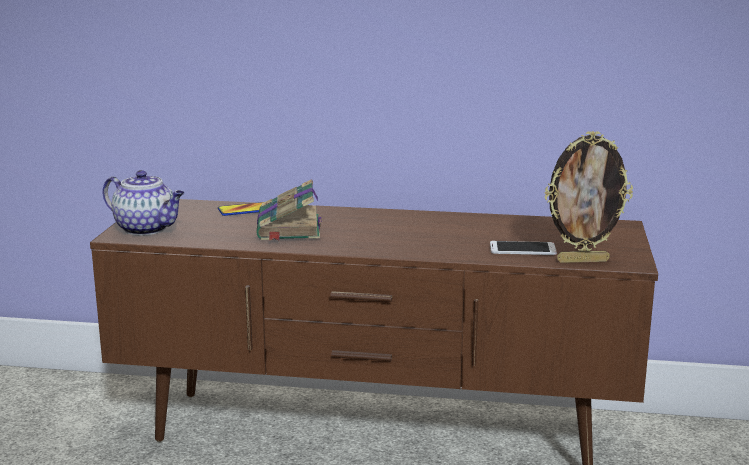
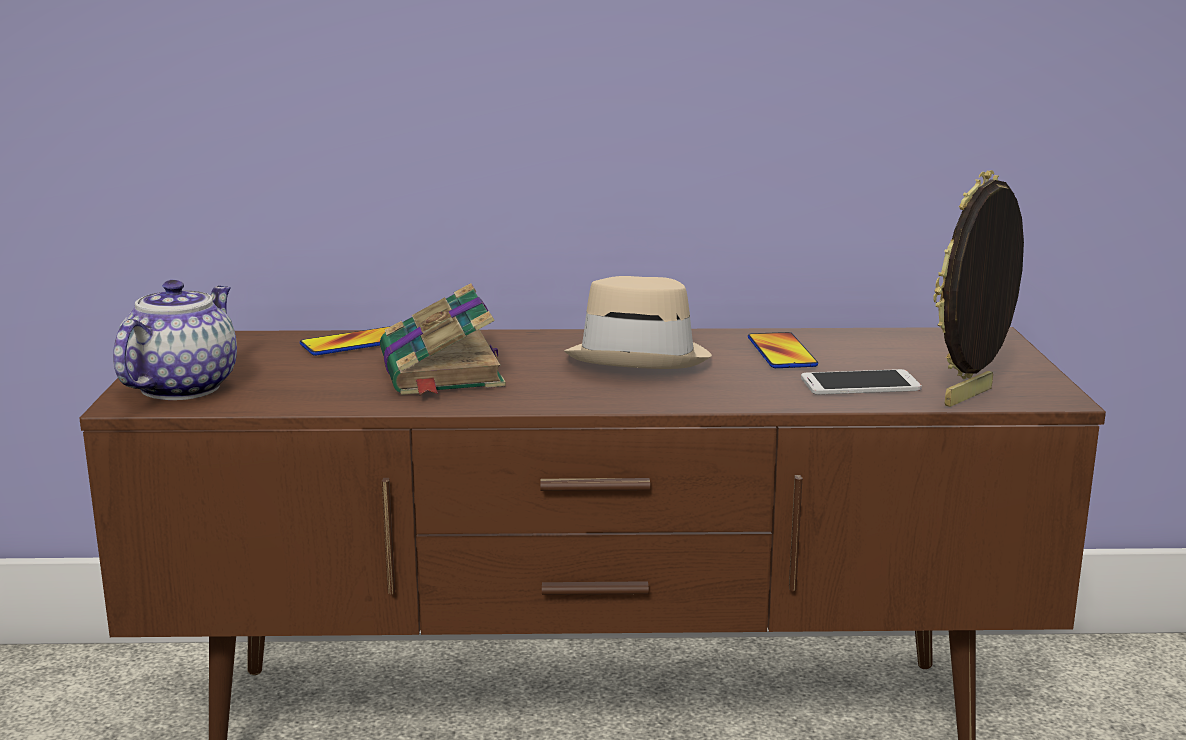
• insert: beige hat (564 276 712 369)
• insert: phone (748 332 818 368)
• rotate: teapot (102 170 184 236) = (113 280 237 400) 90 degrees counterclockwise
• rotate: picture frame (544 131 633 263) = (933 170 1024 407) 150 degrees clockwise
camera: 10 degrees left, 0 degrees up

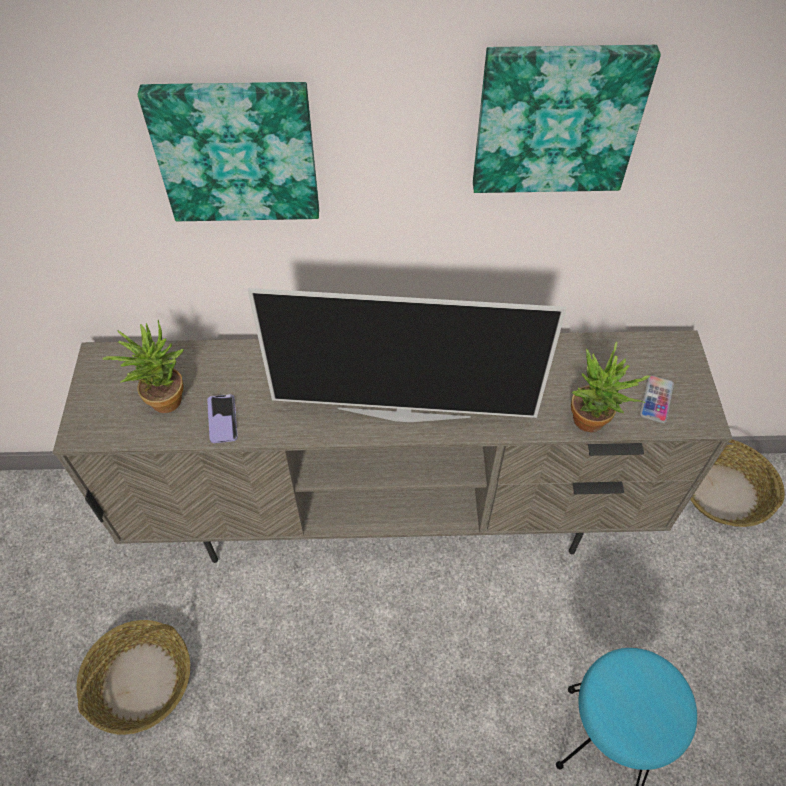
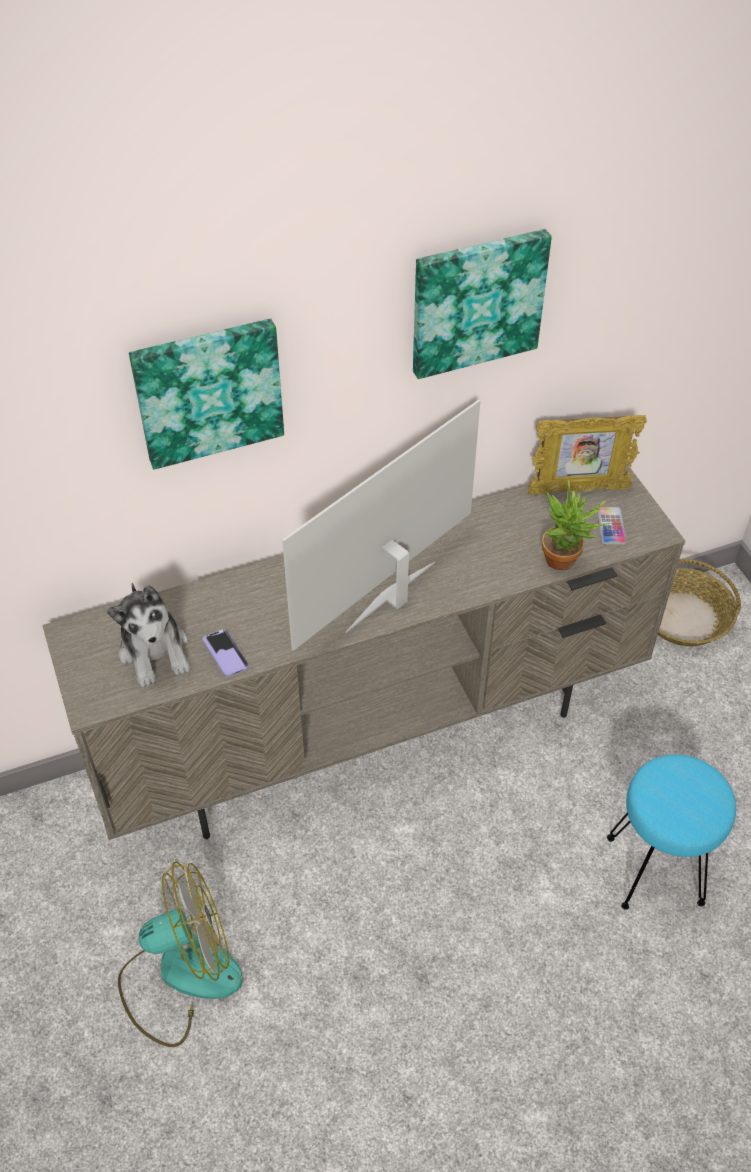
• insert: picture frame (528 415 647 495)
• replace: basket (76 620 190 735) to fan (118 861 243 1047)
• replace: potted plant (102 320 184 413) to plush toy (107 583 190 687)
• rotate: television (248 288 566 422) = (282 399 480 651) 150 degrees clockwise
camera: 20 degrees left, 5 degrees down

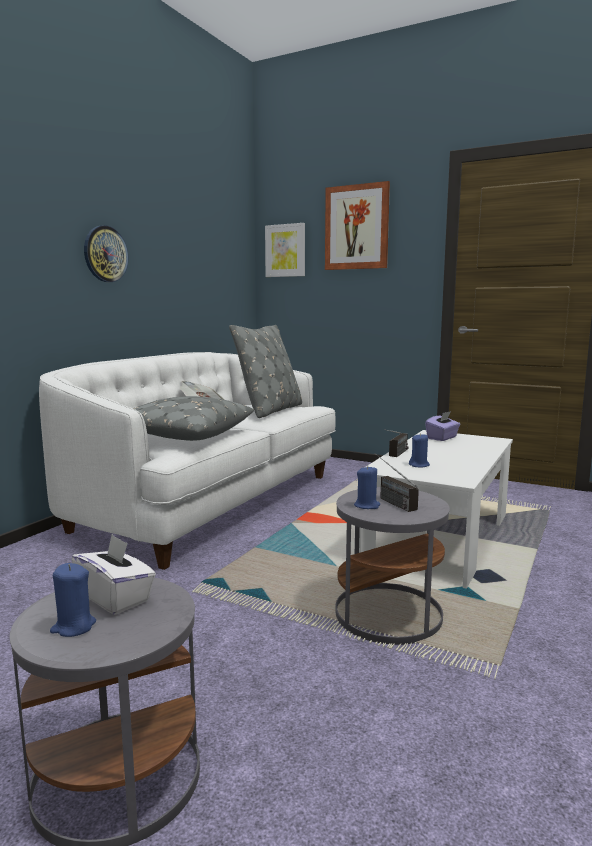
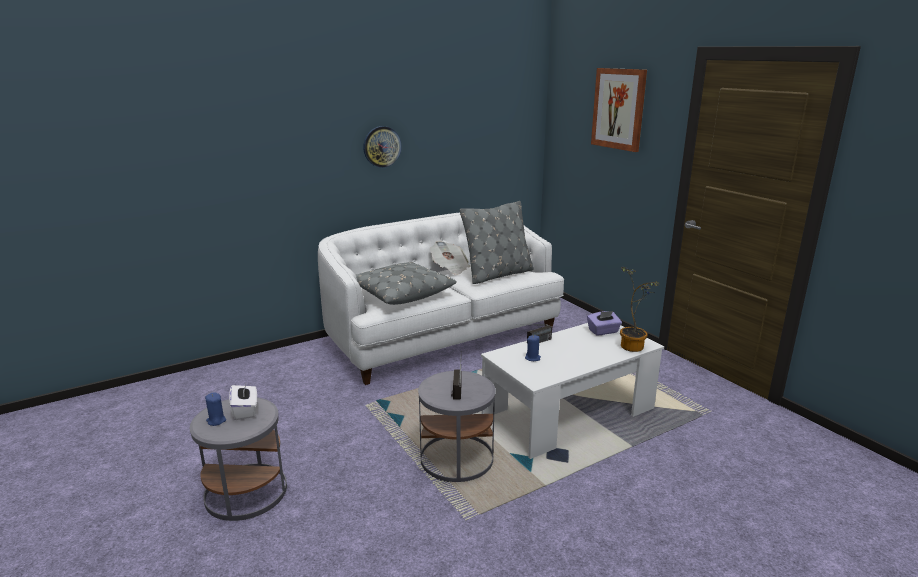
• delete: picture (265 223 305 277)
• delete: blue candle (354 466 380 509)
• insert: potted plant (620 267 660 352)
camera: 30 degrees right, 10 degrees up

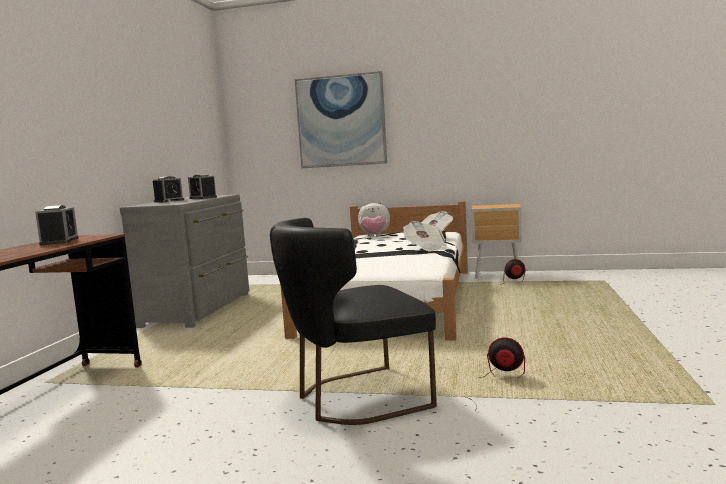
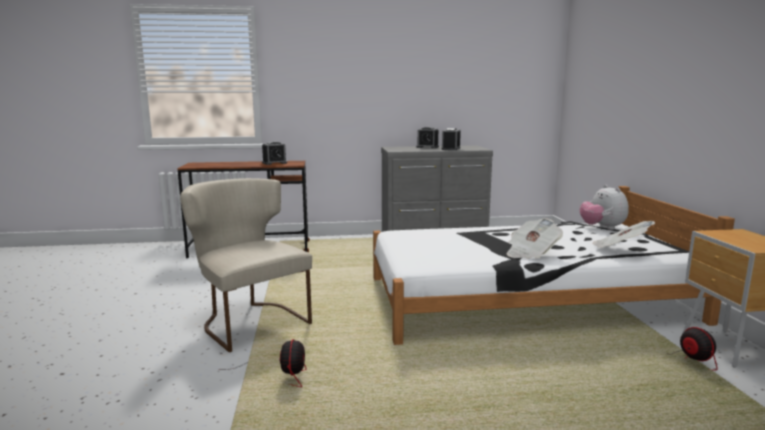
• delete: picture (295 71 387 169)
• recolor: black chair (270 218 437 425) to beige chair (180 178 312 352)
camera: 70 degrees right, 5 degrees up

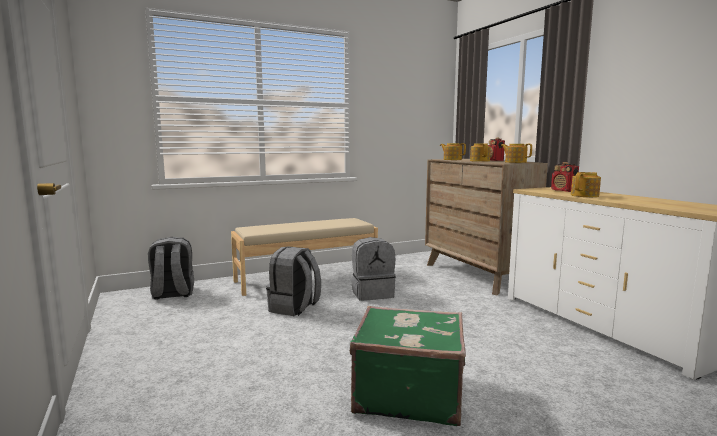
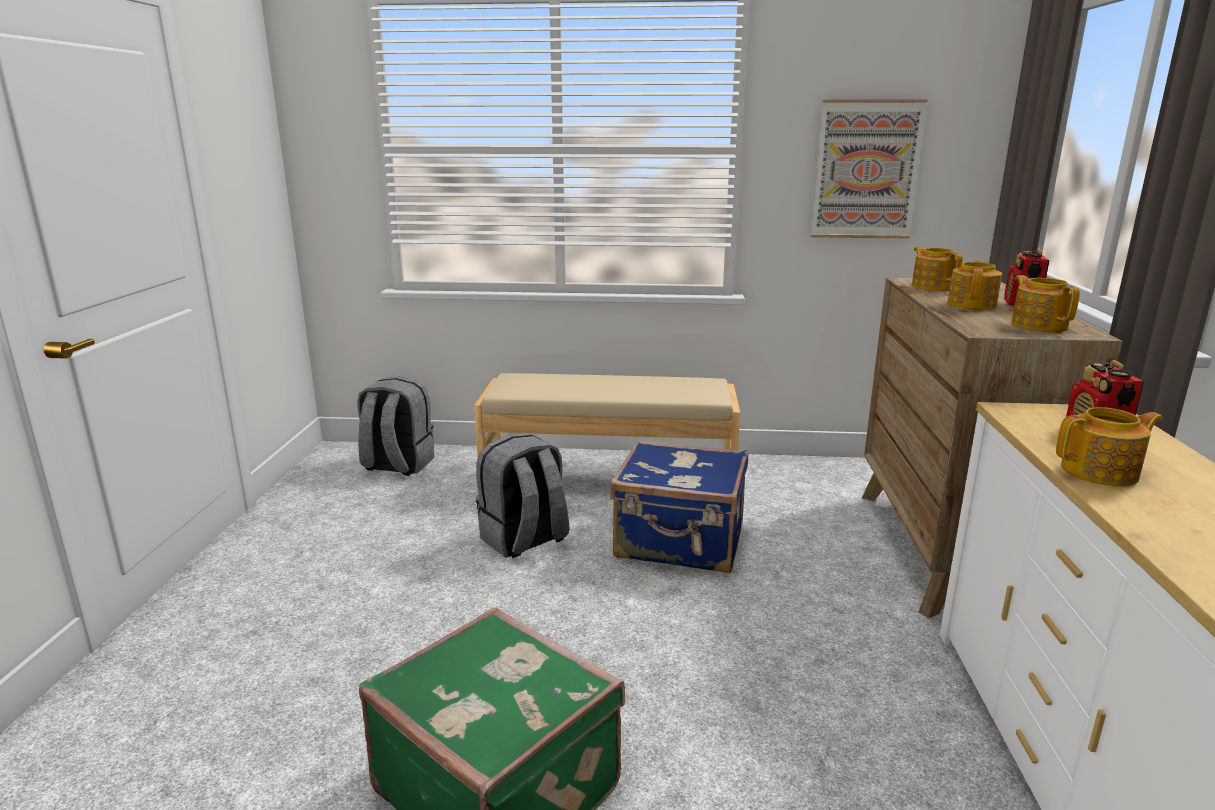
• insert: picture (811 99 928 238)
• replace: grey backpack (352 237 396 301) to blue suitcase (610 440 748 573)
camera: 30 degrees right, 10 degrees up

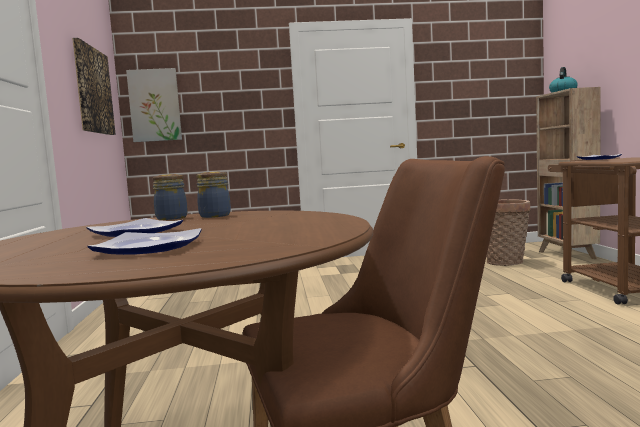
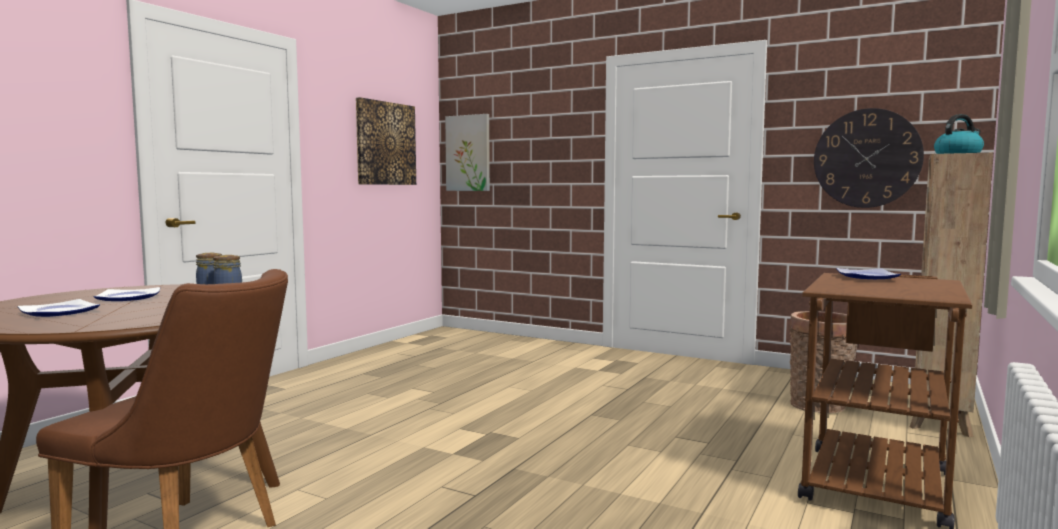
• insert: wall clock (814 108 924 208)
camera: 35 degrees right, 0 degrees up

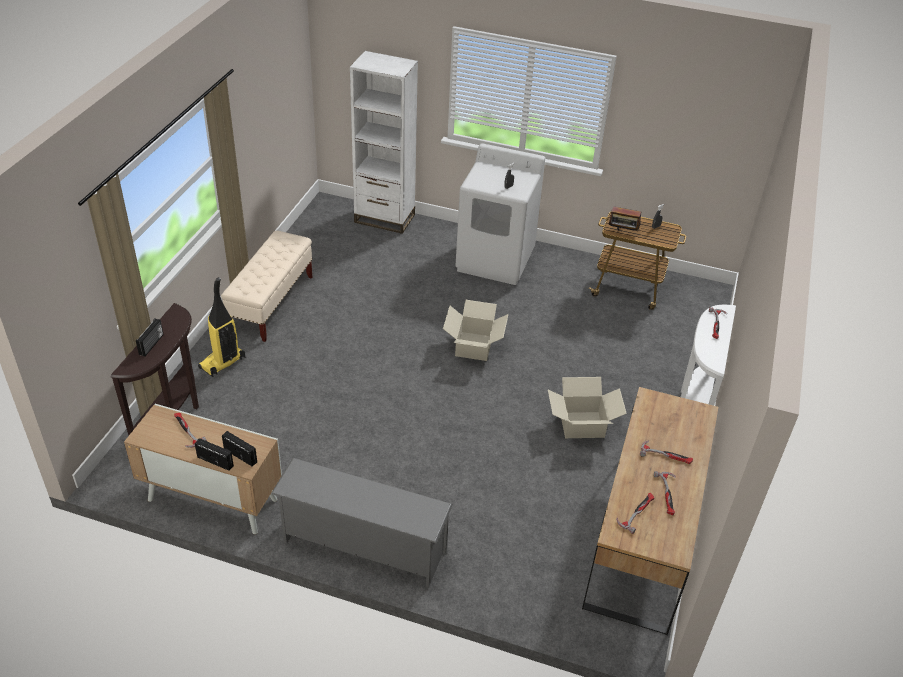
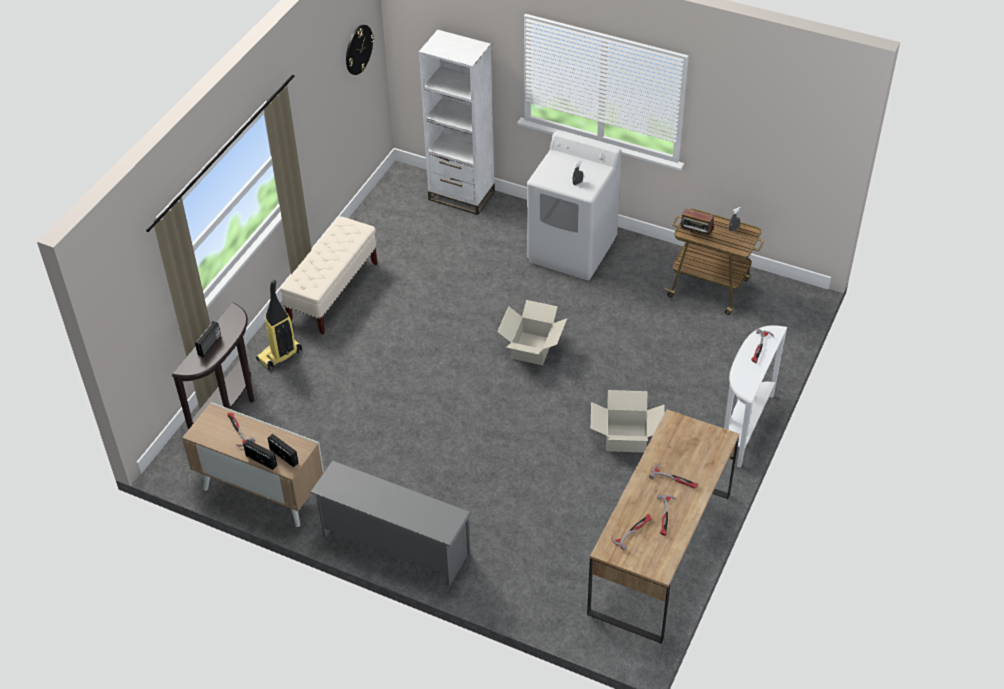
• insert: wall clock (346 25 374 75)
camera: 10 degrees right, 5 degrees up

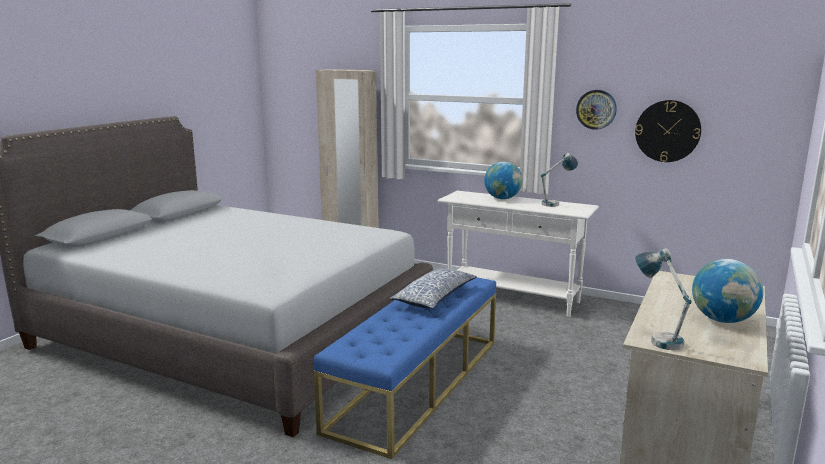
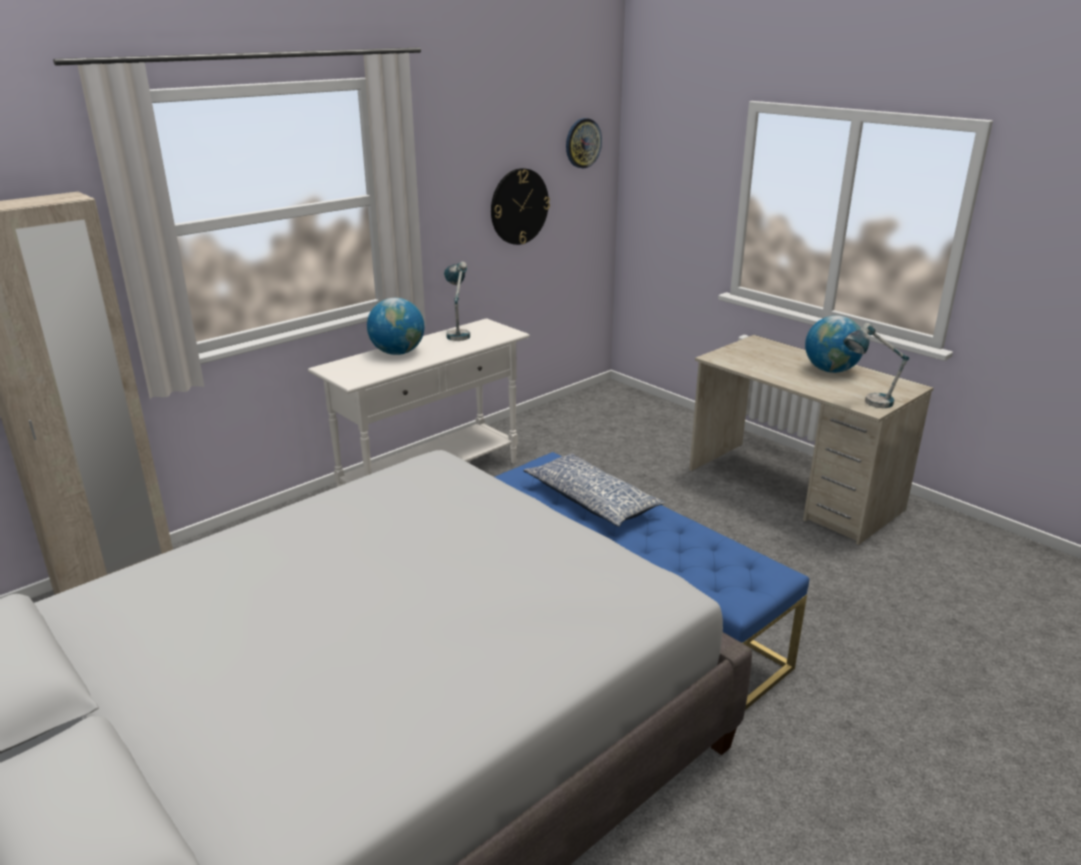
• move: wall clock (576 90 617 130) to (566 118 602 169)
camera: 70 degrees left, 10 degrees up

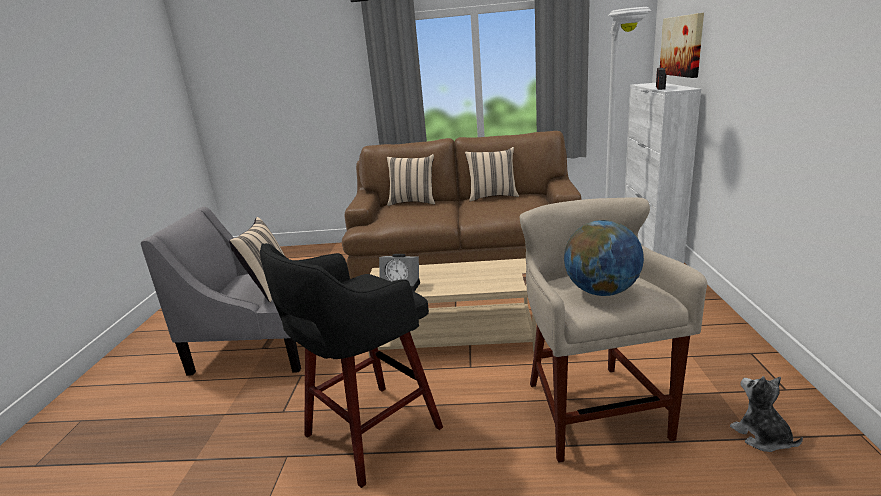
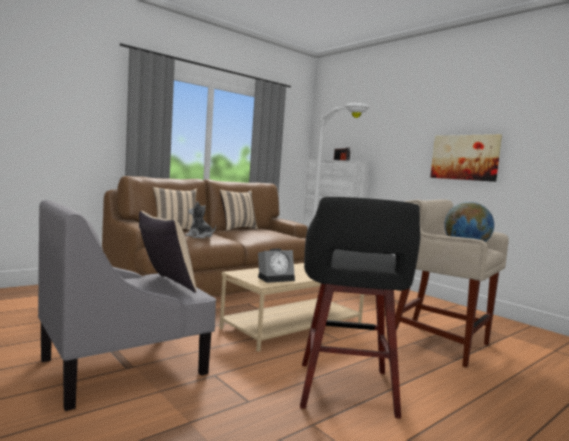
• move: picture (660 13 704 78) to (430 134 502 182)
• move: plush toy (730 376 803 452) to (185 201 216 238)
camera: 45 degrees left, 15 degrees down

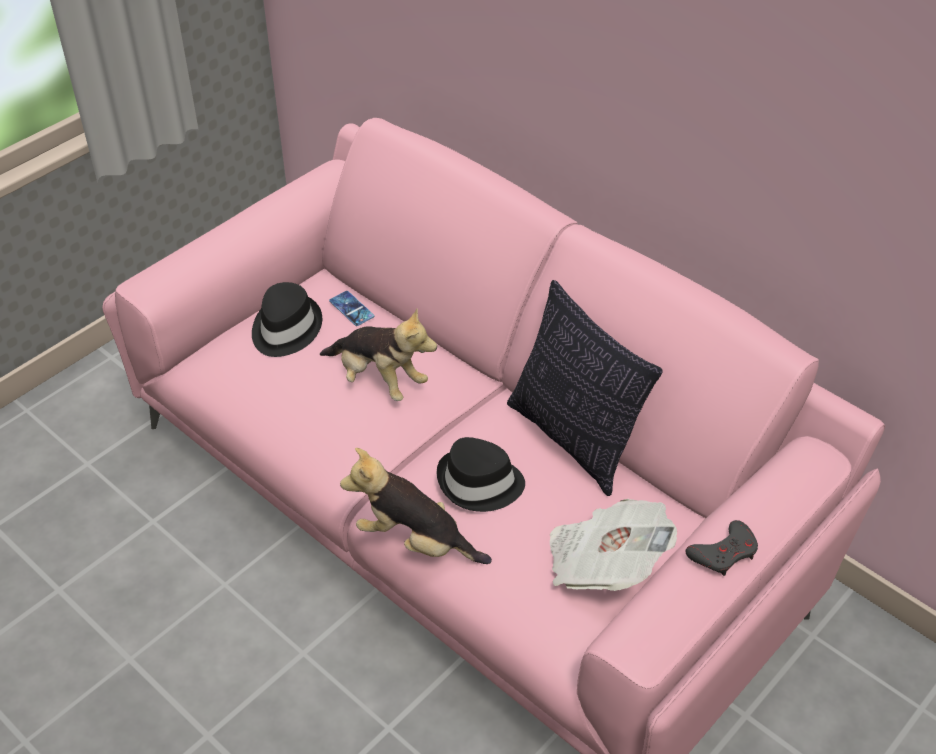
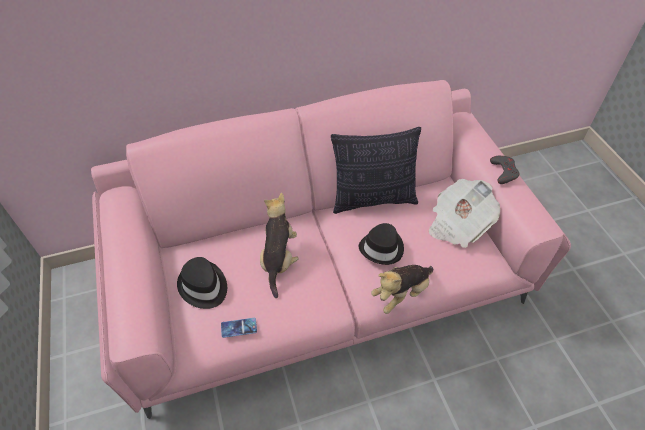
• move: phone (329 291 374 326) to (221 318 257 338)
• rotate: plush toy (320 308 437 401) = (260 193 299 298) 60 degrees counterclockwise
camera: 60 degrees left, 5 degrees up

